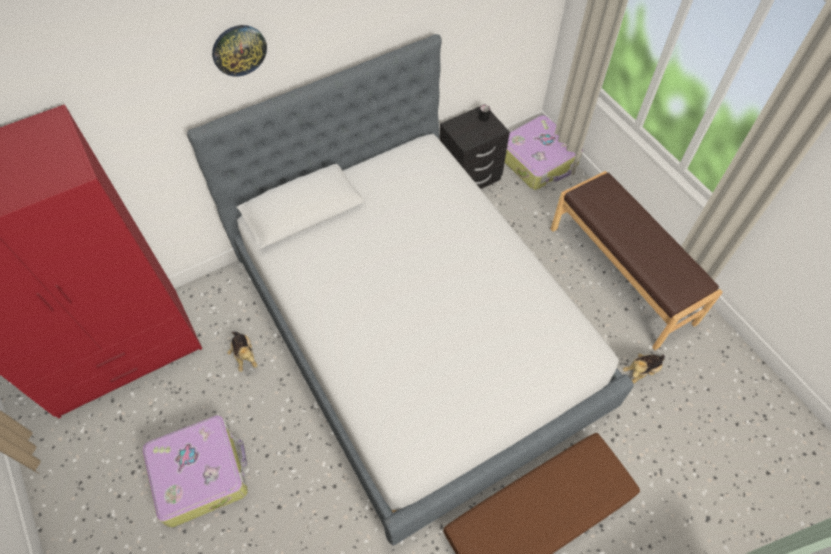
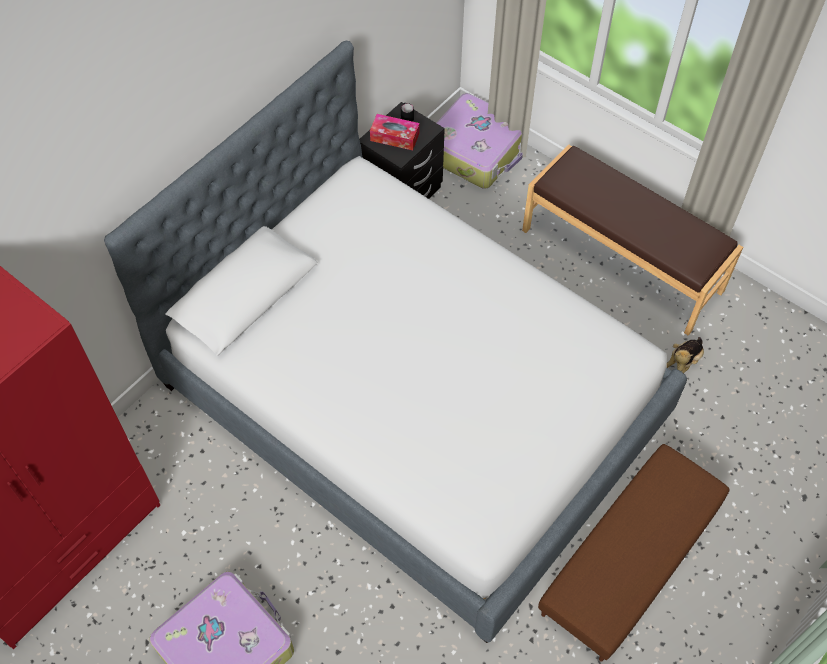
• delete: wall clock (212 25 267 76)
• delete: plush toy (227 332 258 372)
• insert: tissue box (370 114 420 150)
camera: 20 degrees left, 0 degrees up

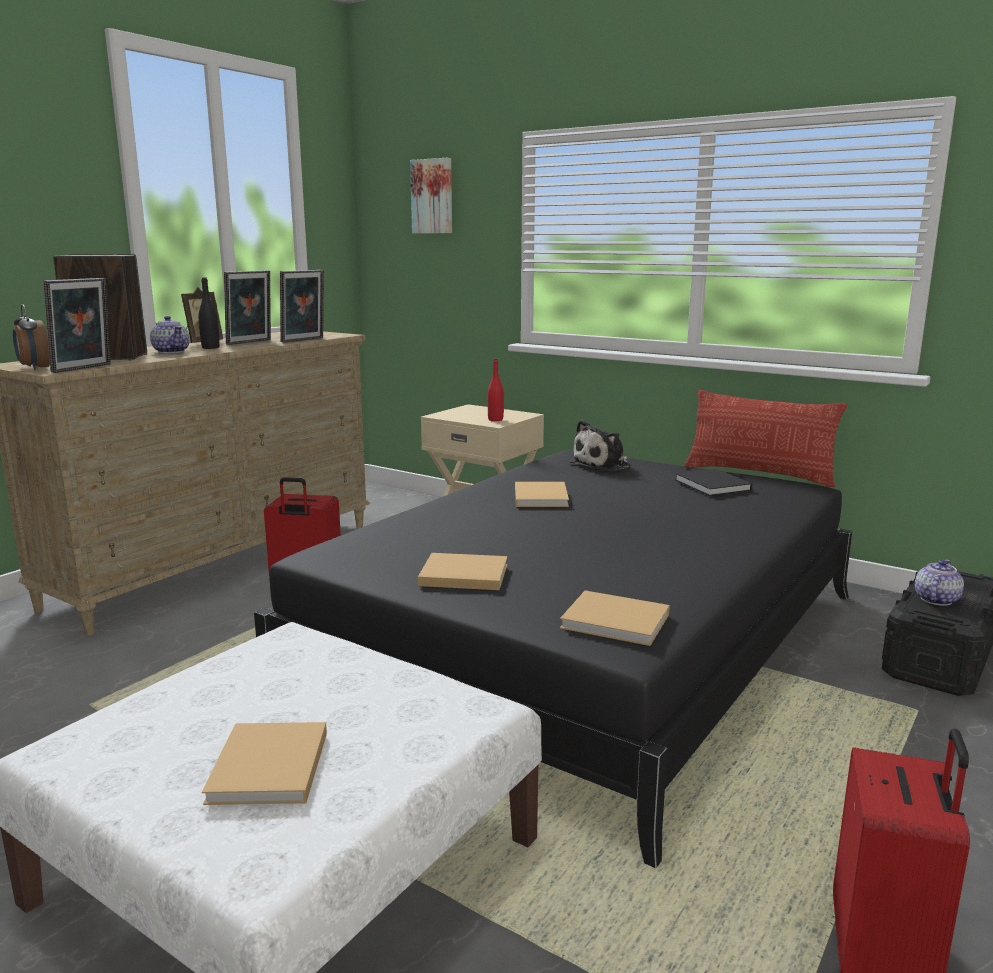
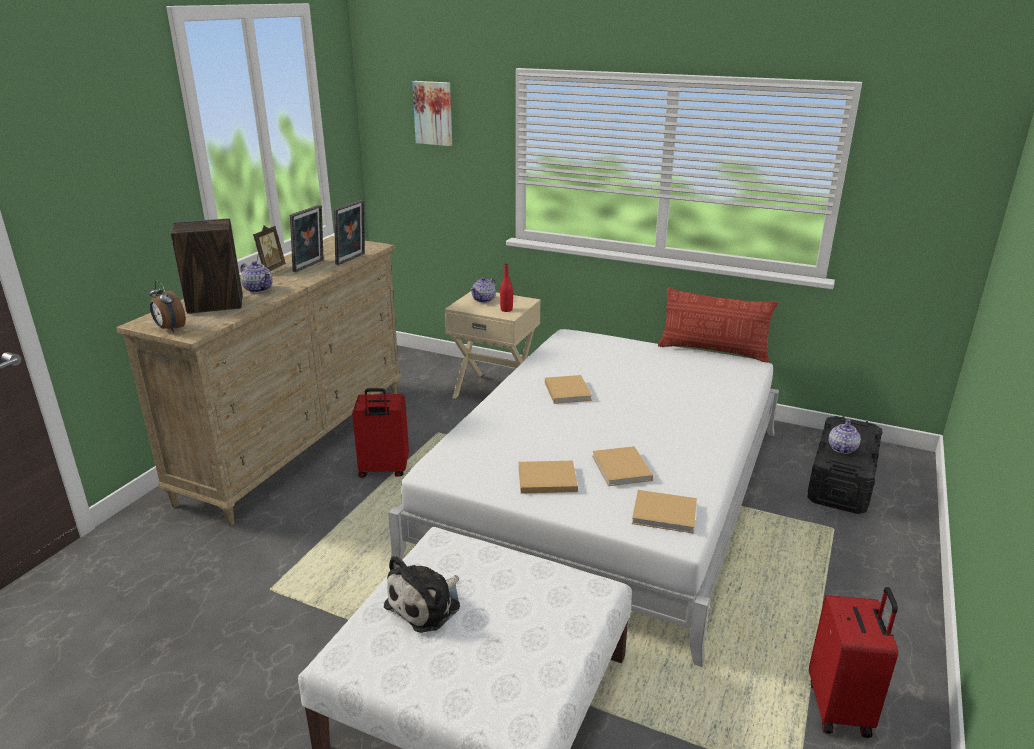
• delete: picture frame (43 278 111 373)
• delete: black bottle (199 277 220 349)
• delete: black book (675 469 752 496)
• insert: teapot (471 277 496 303)
• move: beige book (202 722 327 805) to (592 446 653 486)
• move: plush toy (570 420 630 471) to (384 555 460 633)
• recolor: black bed (254 451 852 868) to white bed (388 329 779 667)
camera: 10 degrees left, 10 degrees up

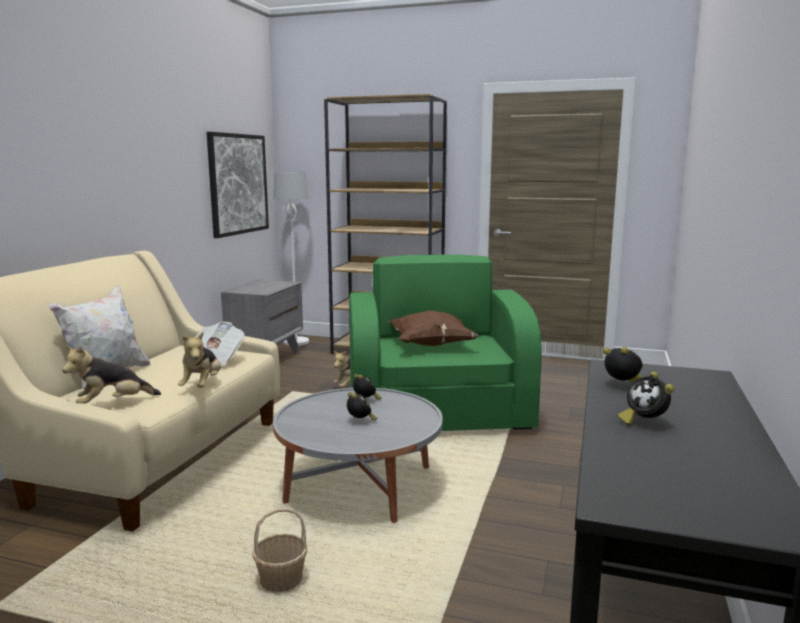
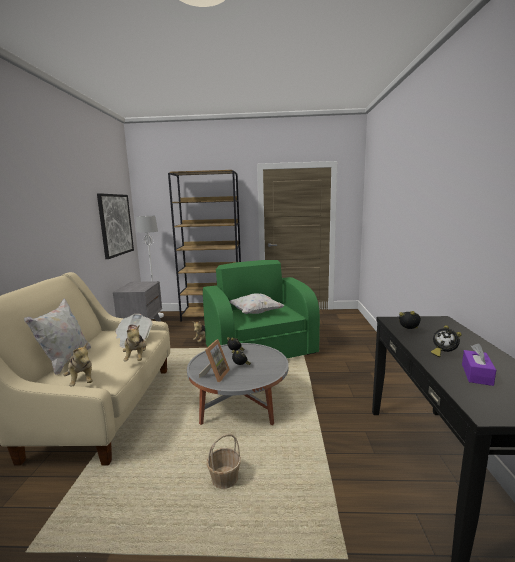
• insert: picture frame (199 339 230 382)
• insert: purple tissue box (462 343 496 386)
• recolor: brown pillow (389 310 479 346) to white pillow (229 293 285 314)
• rotate: plush toy (62 346 161 404) = (63 342 93 387) 75 degrees counterclockwise
camera: 15 degrees left, 0 degrees up

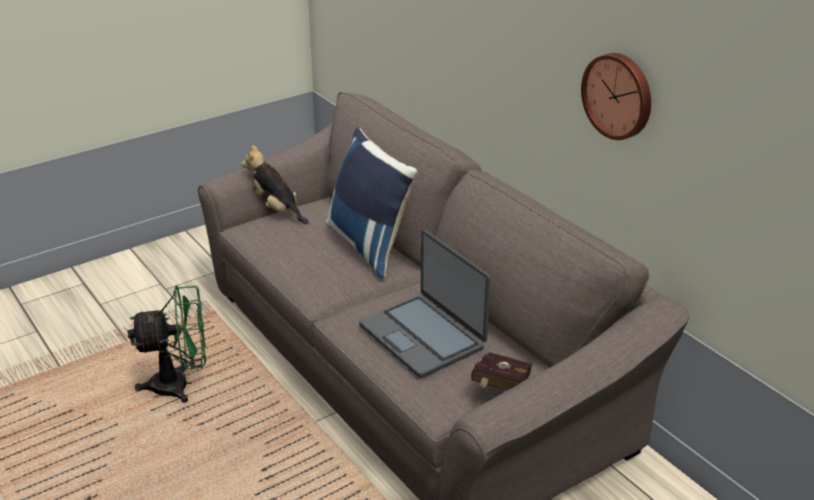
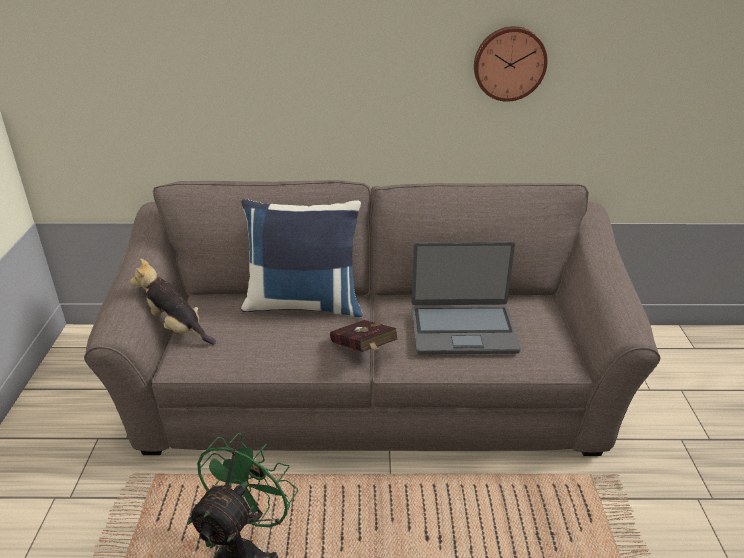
• move: red book (471 352 532 391) to (330 320 398 352)
• rotate: plush toy (241 145 309 224) = (130 259 216 344) 45 degrees clockwise
camera: 55 degrees left, 0 degrees up

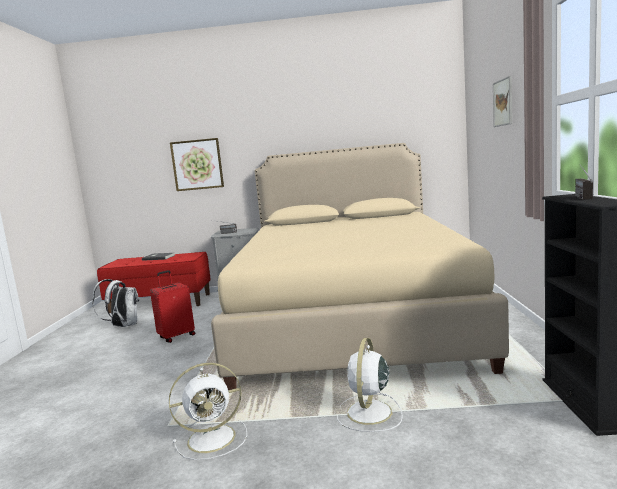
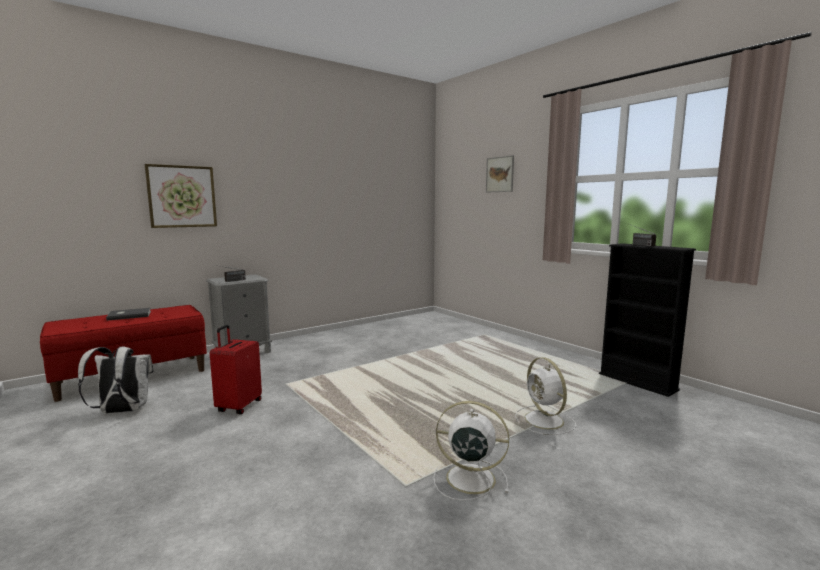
• delete: beige bed (211 143 509 390)
• rotate: white fan (169 363 247 460) = (434 401 509 501) 105 degrees counterclockwise
camera: 40 degrees left, 0 degrees up

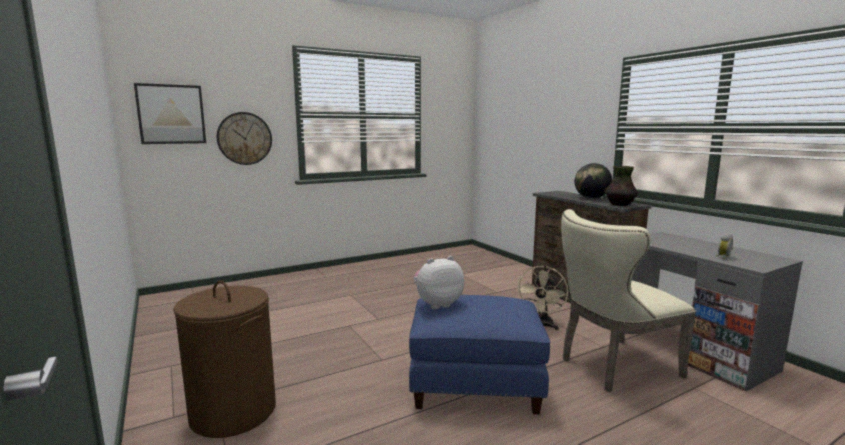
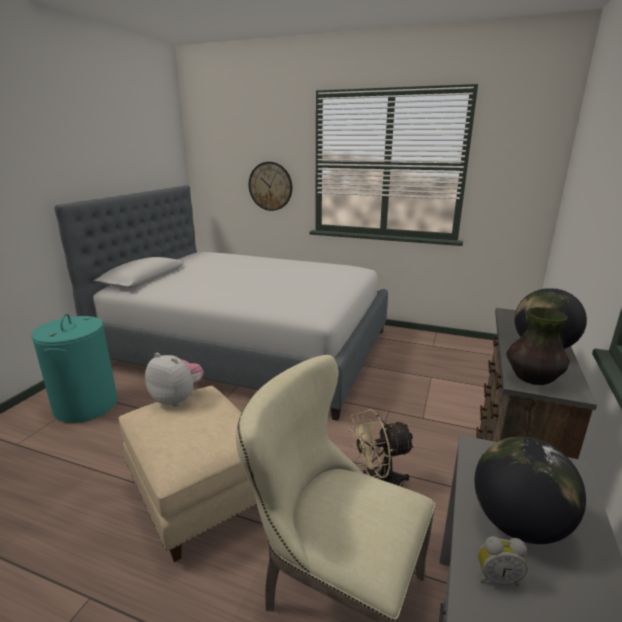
• delete: picture (134 83 206 144)
• insert: bed (54 185 388 421)
• insert: globe (475 437 586 544)
• recolor: brown laundry basket (173 281 276 438) to turquoise laundry basket (31 314 118 423)
• recolor: blue ottoman (409 295 550 414) to beige ottoman (118 386 257 562)
camera: 50 degrees right, 10 degrees up

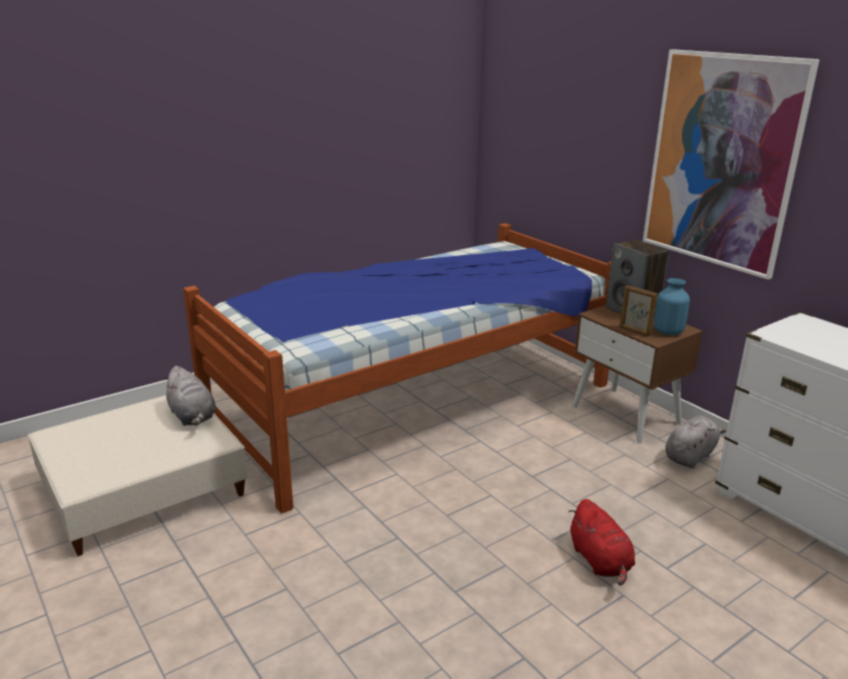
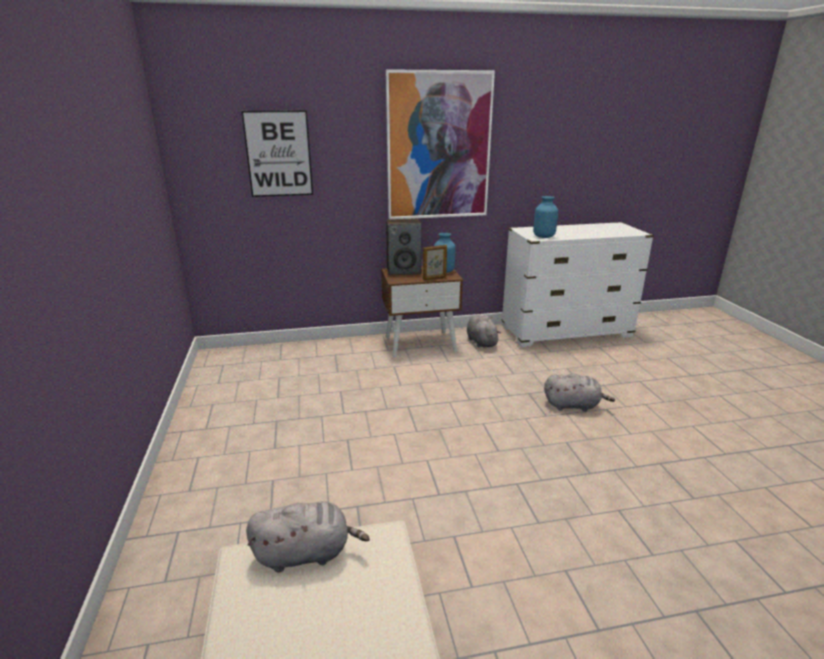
• delete: bed (183 223 611 514)
• insert: picture (241 110 313 197)
• insert: blue vase (533 196 558 238)
• recolor: red plush toy (569 499 635 586) to grey plush toy (544 374 615 411)
camera: 65 degrees left, 0 degrees up

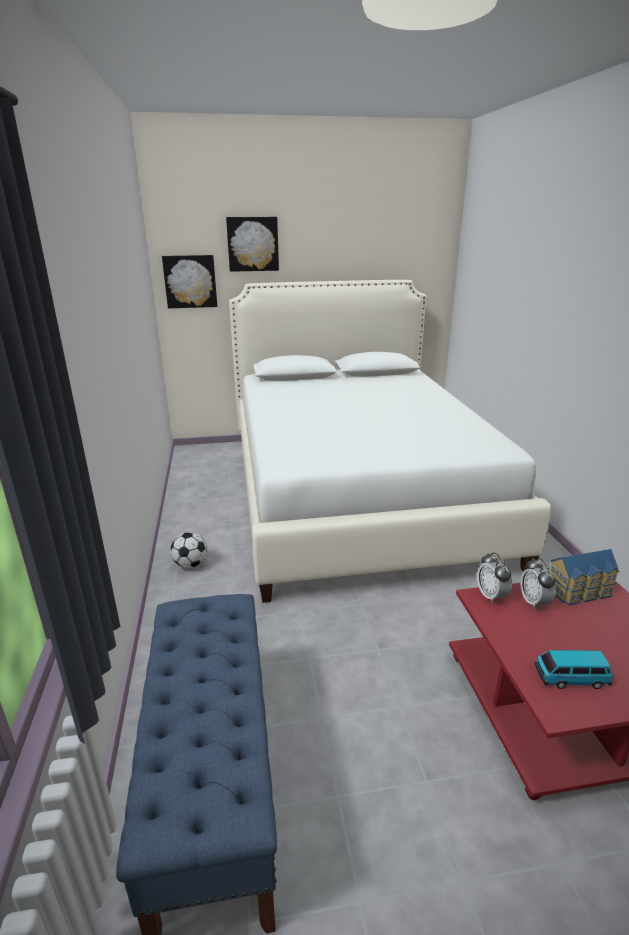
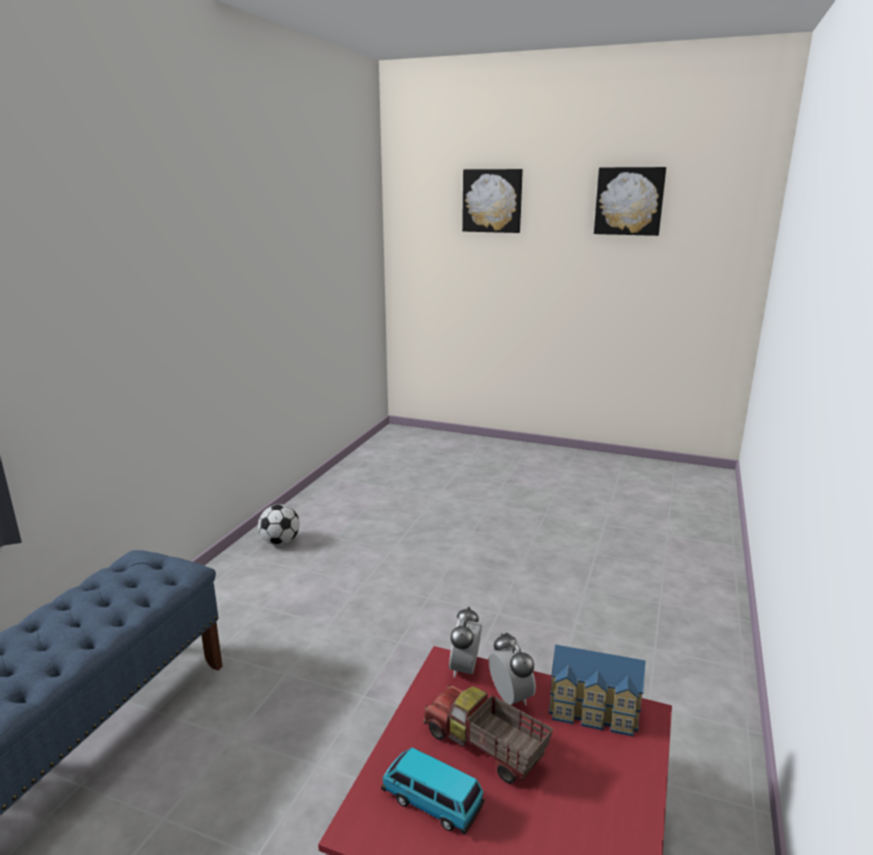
• delete: white bed (229 280 551 603)
• insert: toy truck (424 685 553 784)
• move: picture (162 255 217 308) to (594 167 666 236)
• rotate: alarm clock (520 558 556 610) = (489 633 536 705) 135 degrees clockwise
camera: 30 degrees right, 5 degrees down

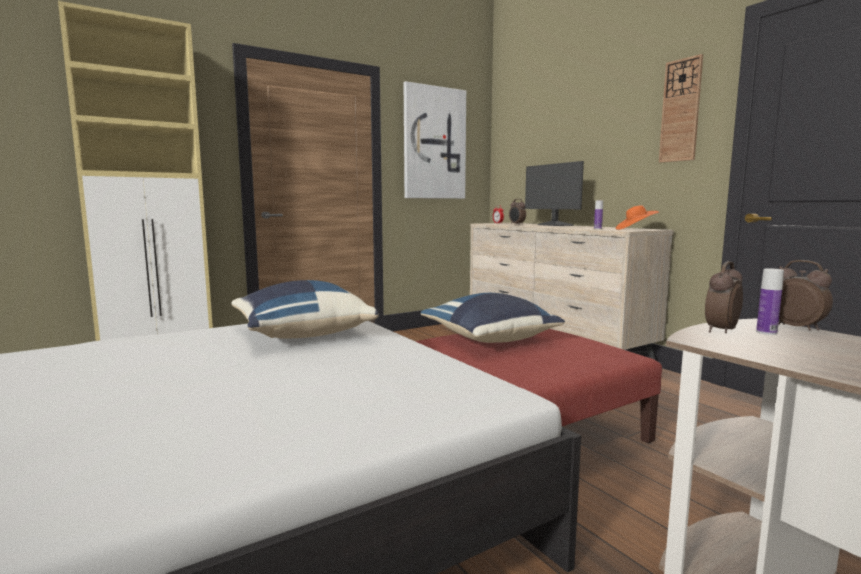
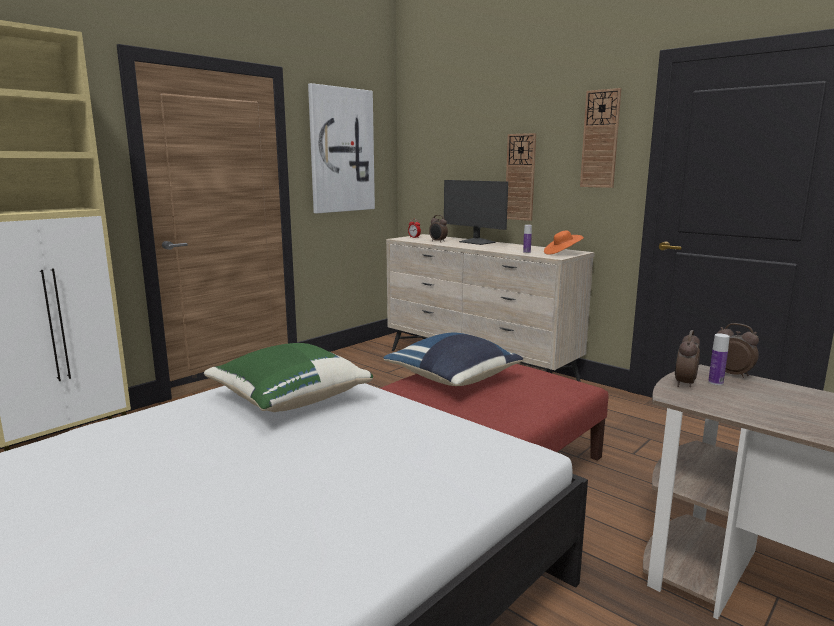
• insert: wall clock (506 133 536 221)
• recolor: blue pillow (231 280 379 339) to green pillow (204 343 373 412)
camera: 15 degrees left, 5 degrees up

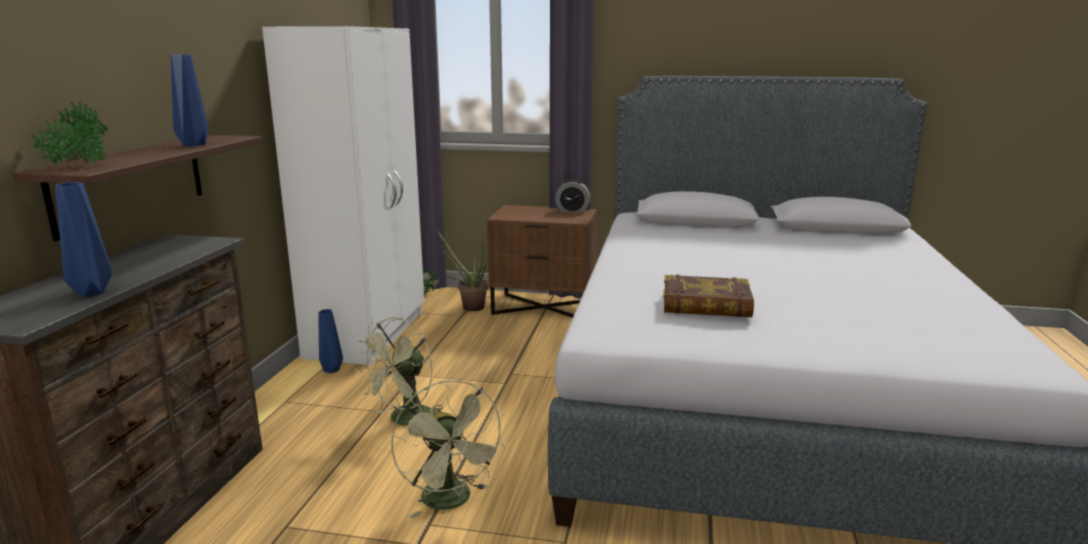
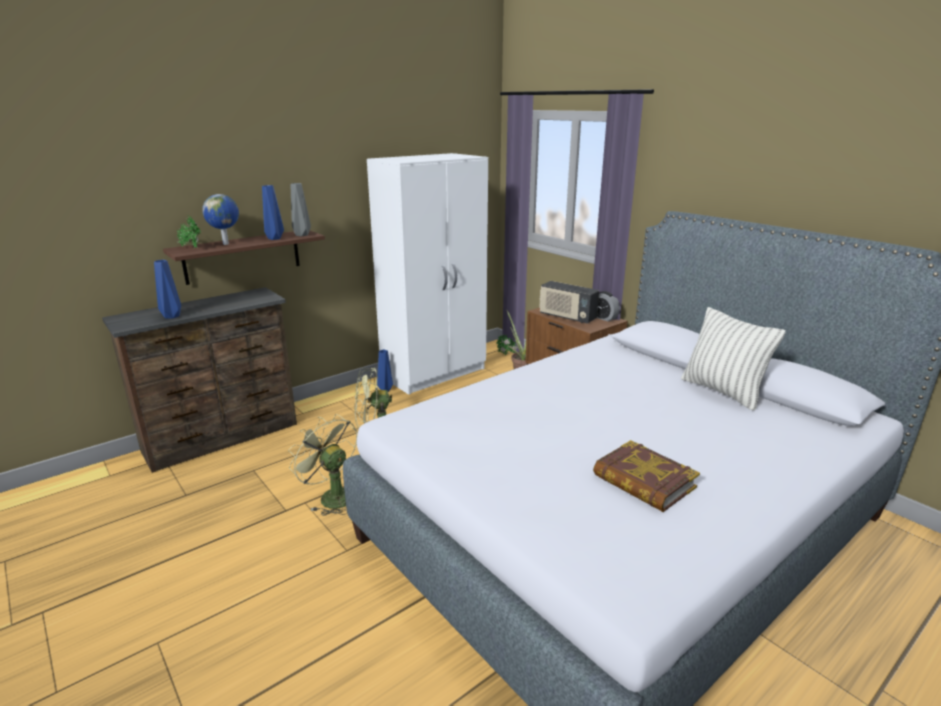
• insert: globe (202 194 239 245)
• insert: grey vase (291 183 311 237)
• insert: radio (539 281 599 323)
• insert: pillow (681 307 786 411)
• move: book (664 275 754 317) to (593 440 700 512)
• rotate: green fan (391 380 506 519) = (288 414 357 516) 120 degrees clockwise
camera: 40 degrees right, 5 degrees up

